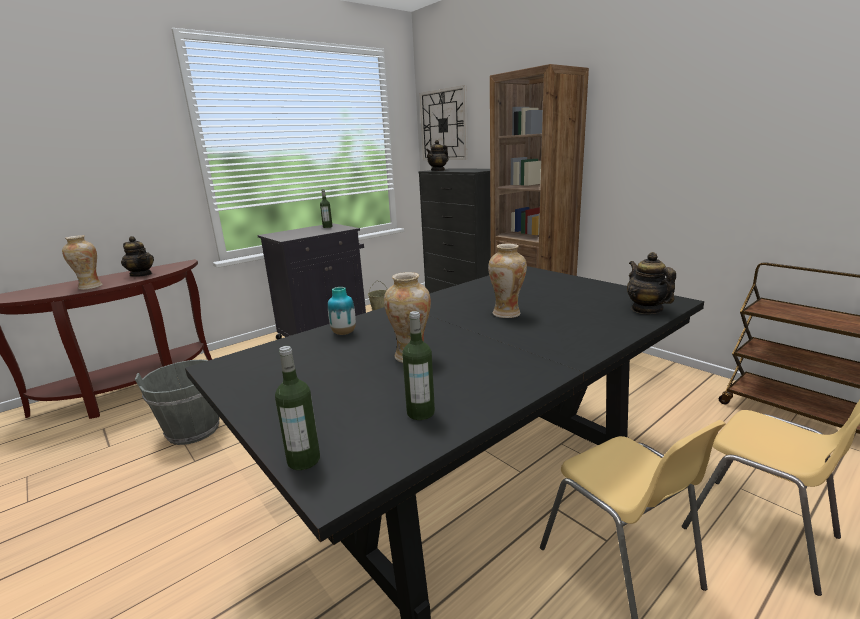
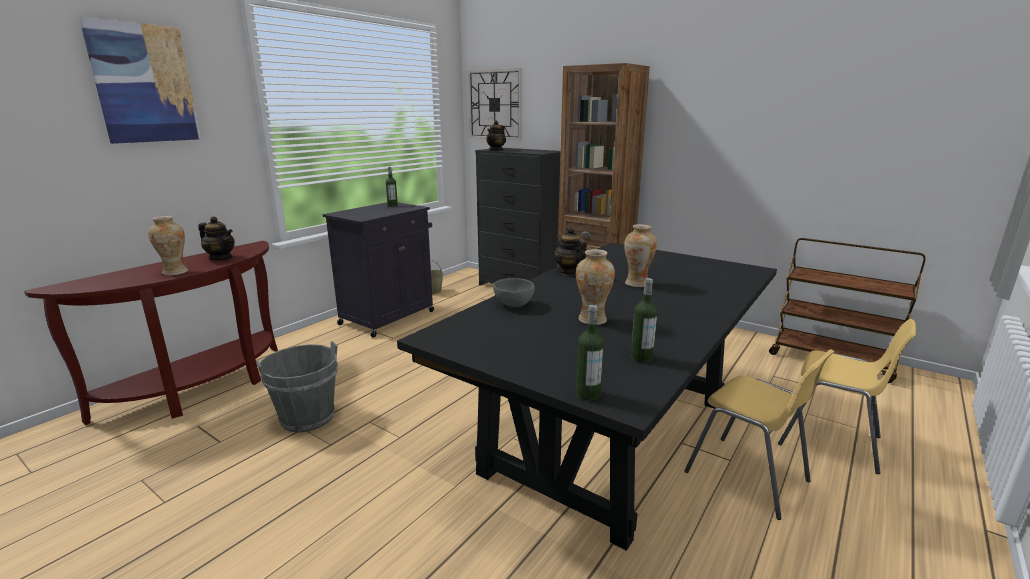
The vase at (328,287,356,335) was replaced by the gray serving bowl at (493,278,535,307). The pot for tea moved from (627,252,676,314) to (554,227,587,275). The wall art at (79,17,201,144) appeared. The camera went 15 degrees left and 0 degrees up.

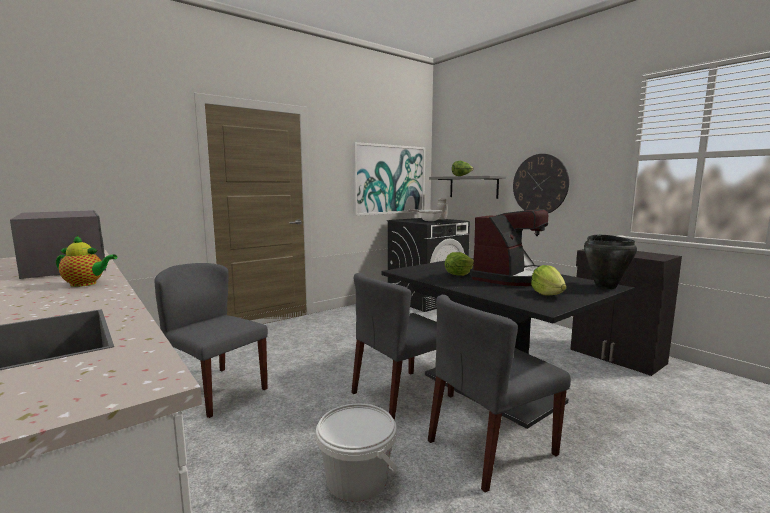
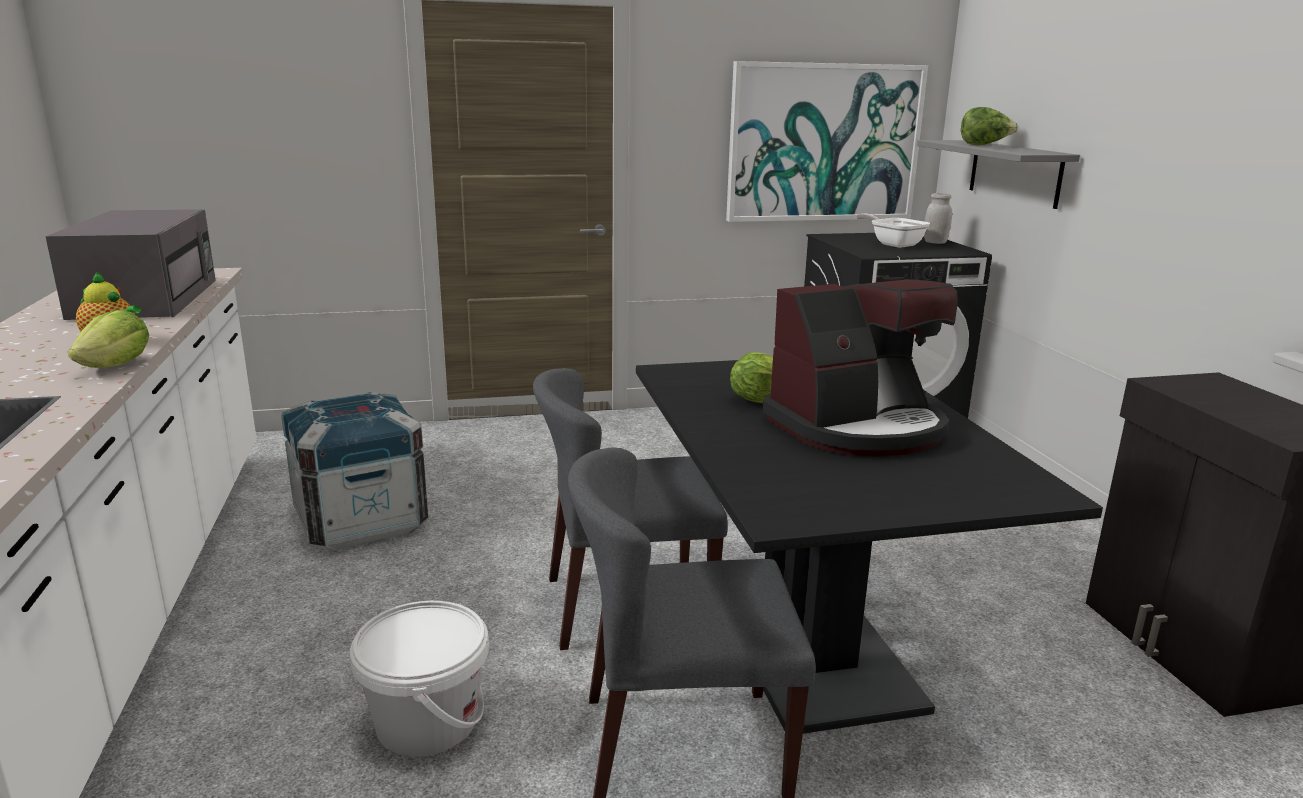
The gray plain chair at (155,263,268,418) was replaced by the shipping crate at (281,392,428,551). The wall clock at (513,154,569,213) disappeared. The lettuce moved from (531,265,567,296) to (68,310,149,368). The black-coloured stockpot at (584,234,637,289) disappeared. The camera went 25 degrees right and 10 degrees up.

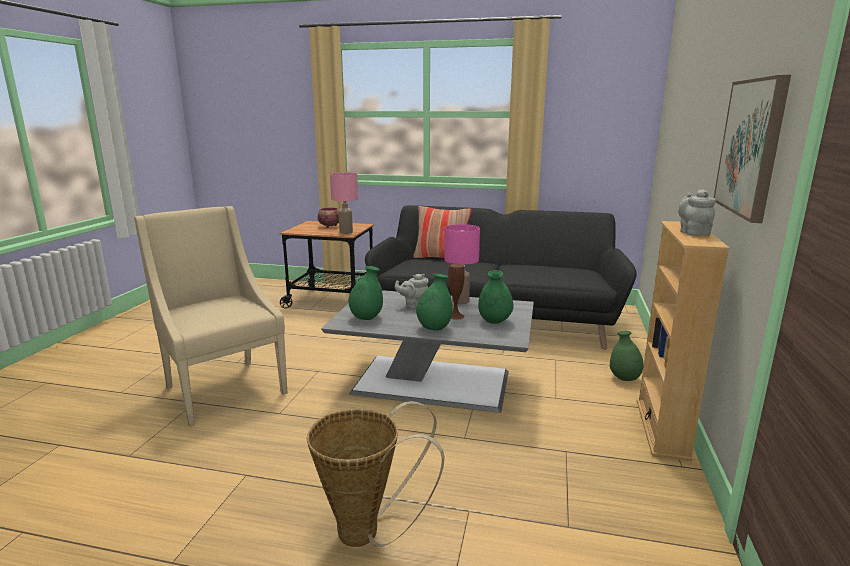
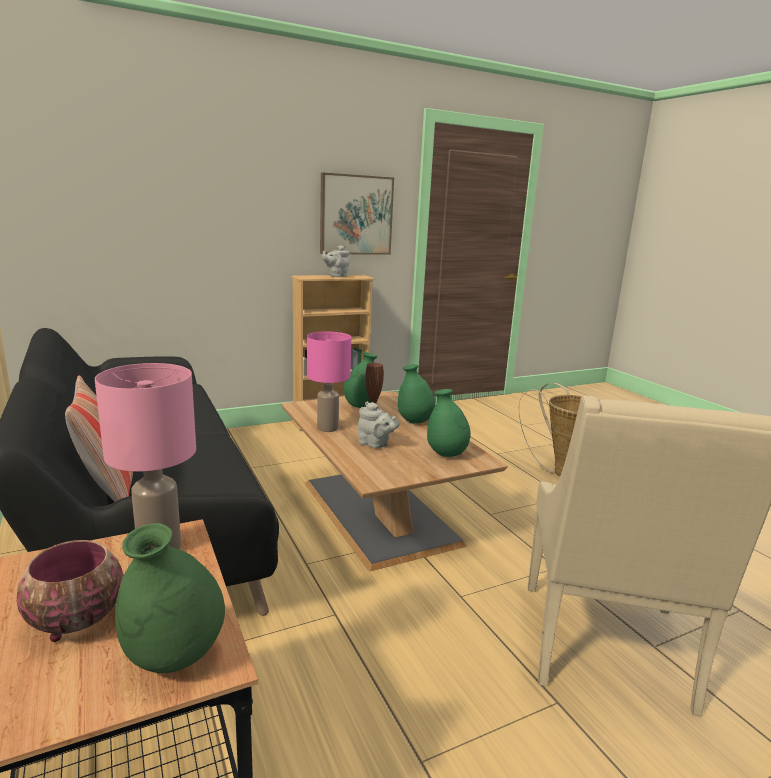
The gray coffee table at (321,290,534,413) became the brown coffee table at (281,391,508,571). The greenish vase moved from (610,331,644,381) to (115,523,225,673). The camera went 130 degrees left and 0 degrees up.

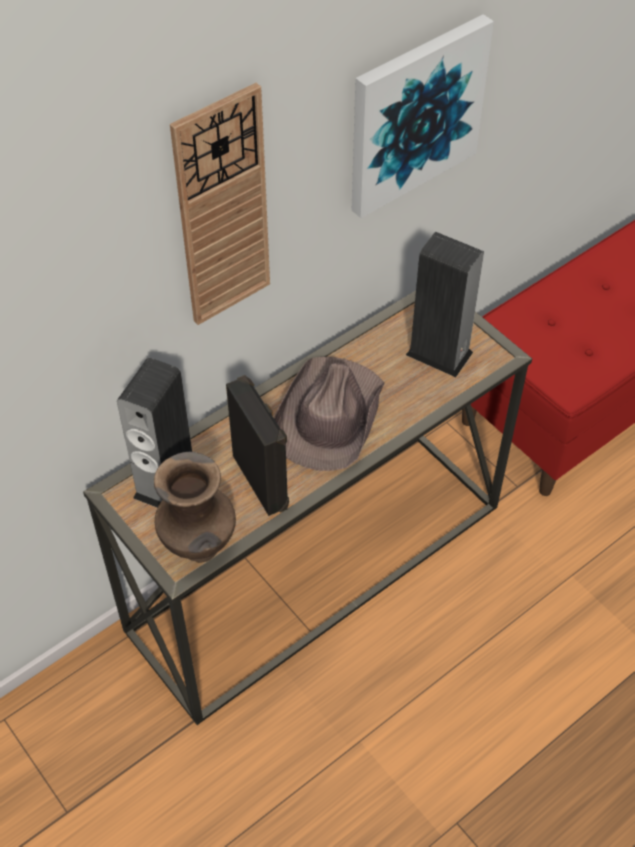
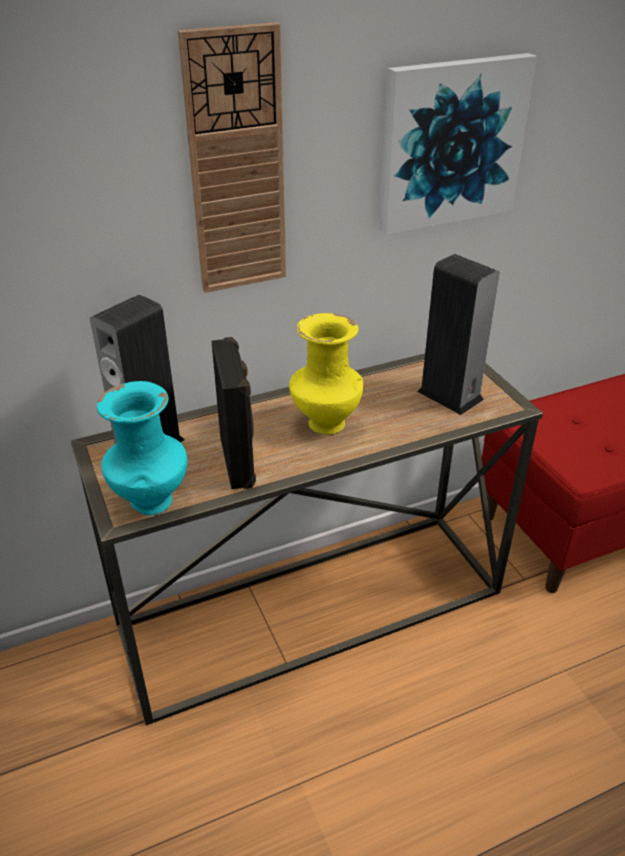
The brown vase at (154,452,236,563) became the blue-green vase at (97,381,188,515). The brown clothing hat at (274,357,385,471) was replaced by the yellow vase at (289,313,364,435). The camera went 15 degrees right and 15 degrees down.

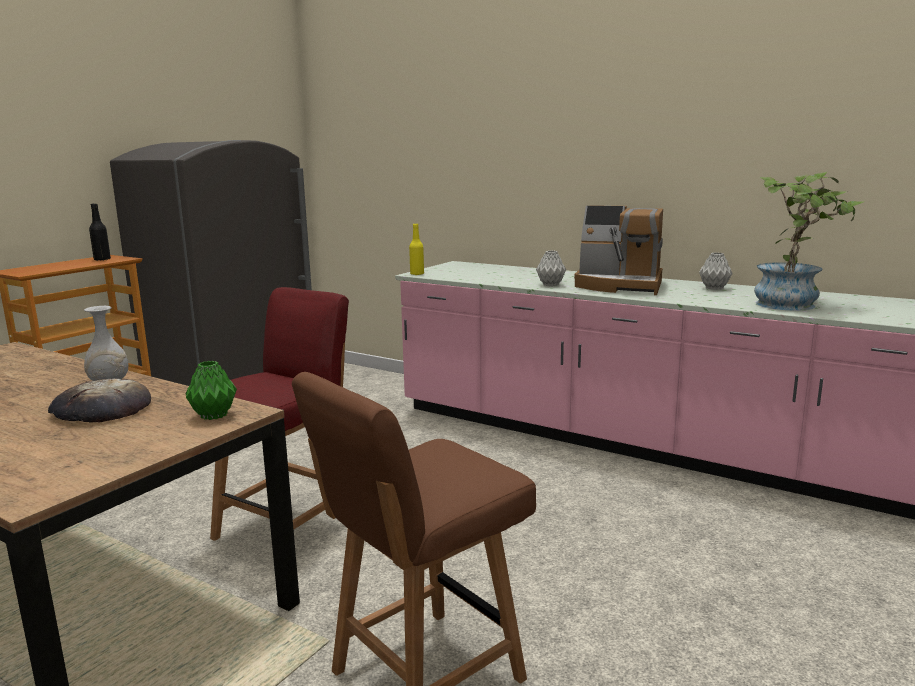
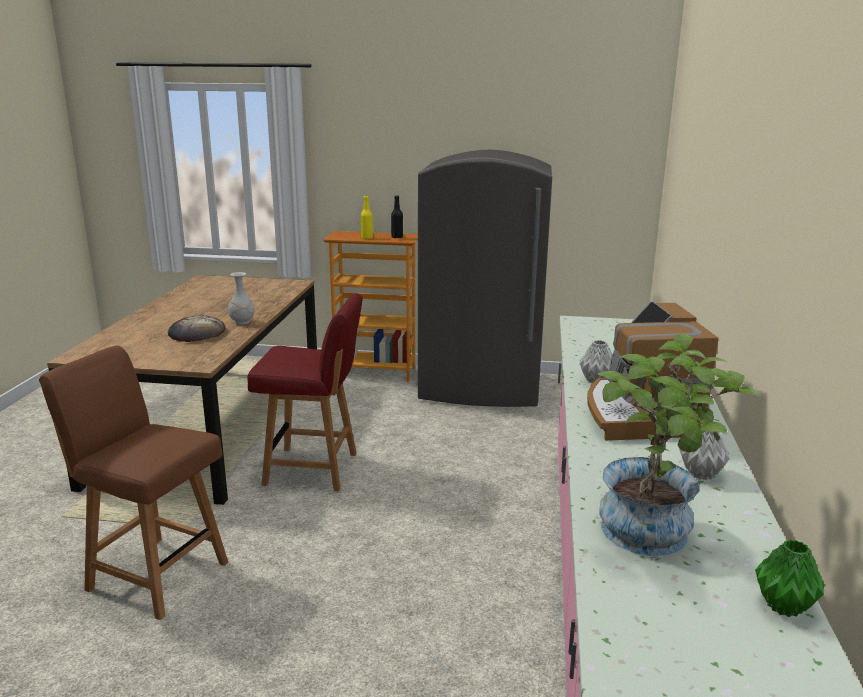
The greenish vase moved from (186,361,237,420) to (755,540,825,617). The yellow beverage bottle moved from (409,223,424,275) to (361,196,373,239). The camera went 65 degrees right and 5 degrees up.

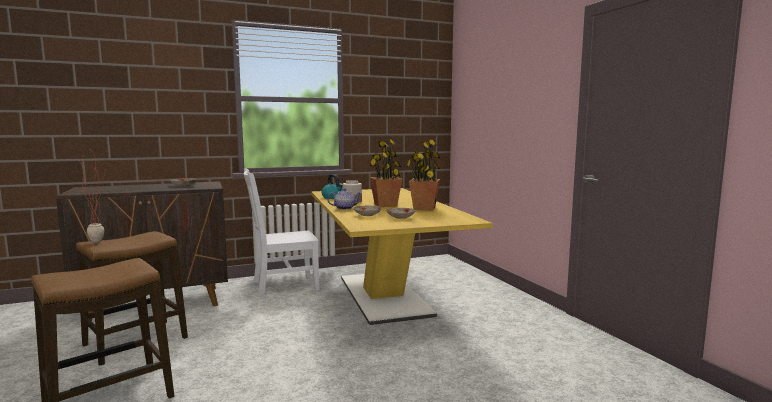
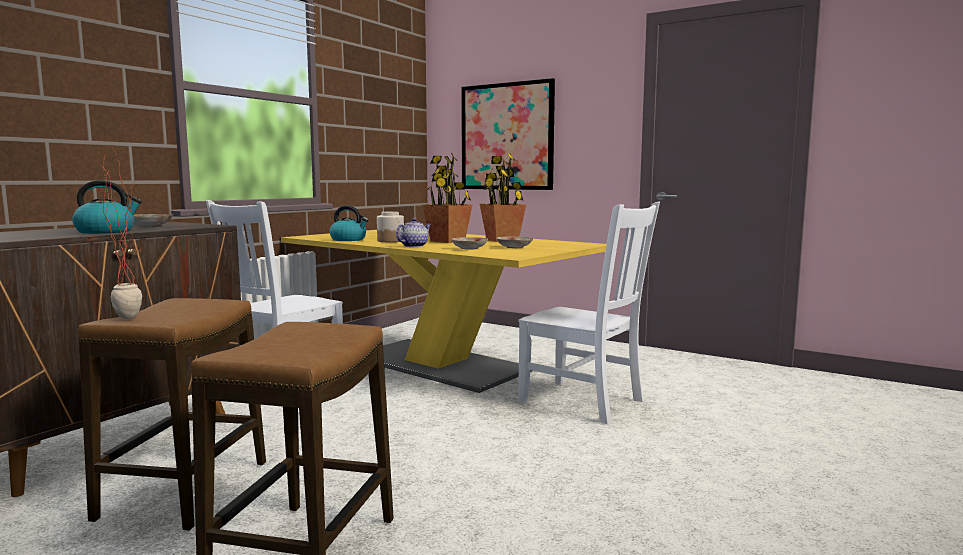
The tea kettle at (72,180,142,234) appeared. The wall art at (461,78,555,190) appeared. The white plain chair at (518,202,660,425) appeared. The camera went 35 degrees left and 0 degrees up.

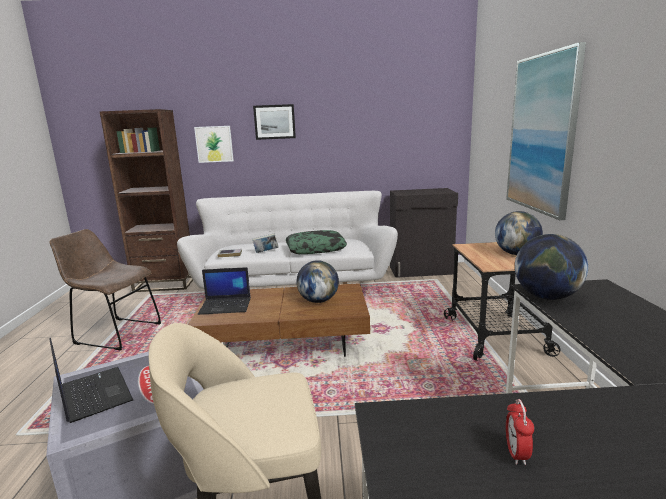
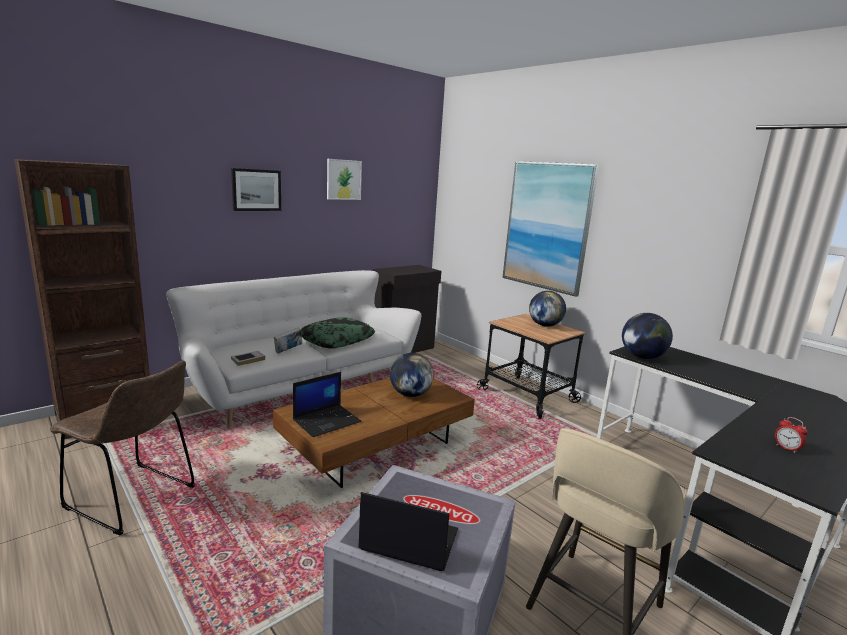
The brown plain chair at (49,229,161,350) turned 135 degrees counterclockwise. The wall art moved from (194,126,234,163) to (327,159,362,200). The camera went 40 degrees left and 0 degrees up.

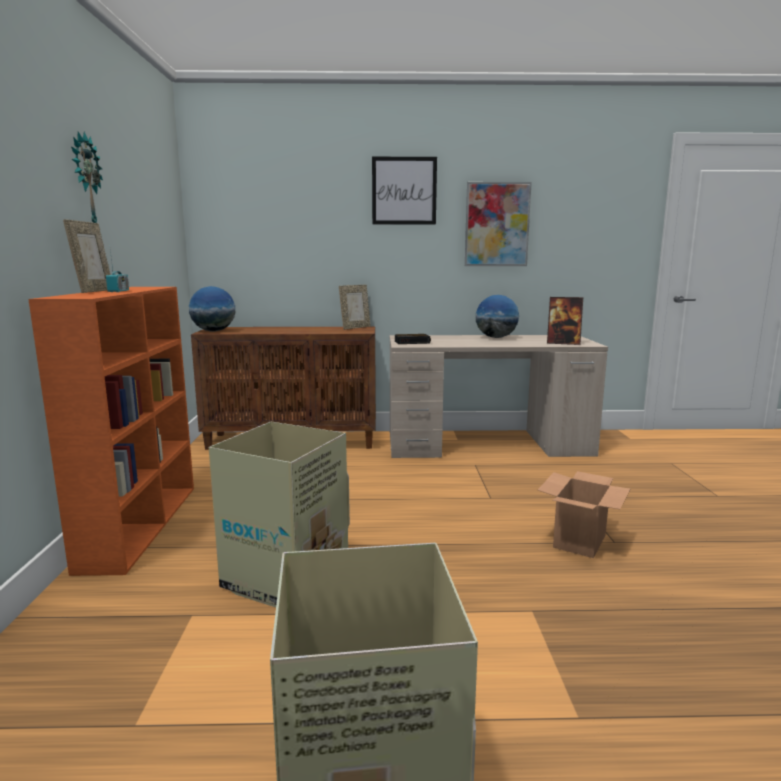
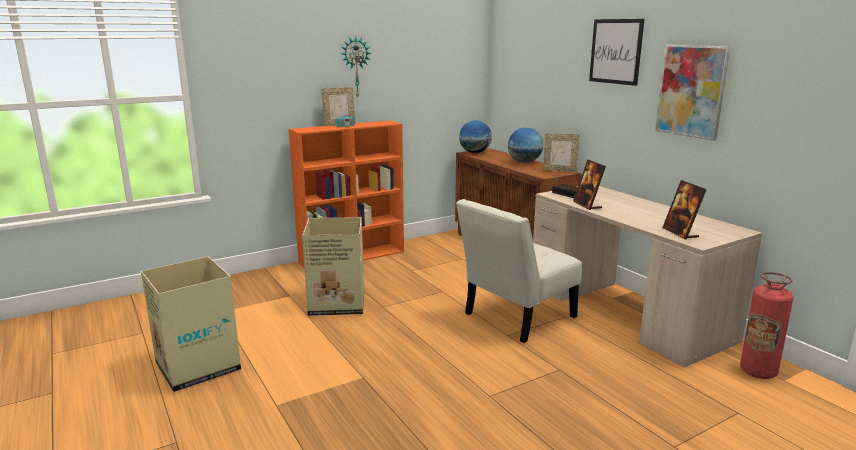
The globe moved from (476,295,519,338) to (508,128,543,163). The packing box at (538,471,630,558) disappeared. The white plain chair at (456,199,582,343) appeared. The photo frame at (573,159,606,210) appeared. The fire-fighting cylinder at (740,272,794,379) appeared. The camera went 60 degrees right and 5 degrees up.

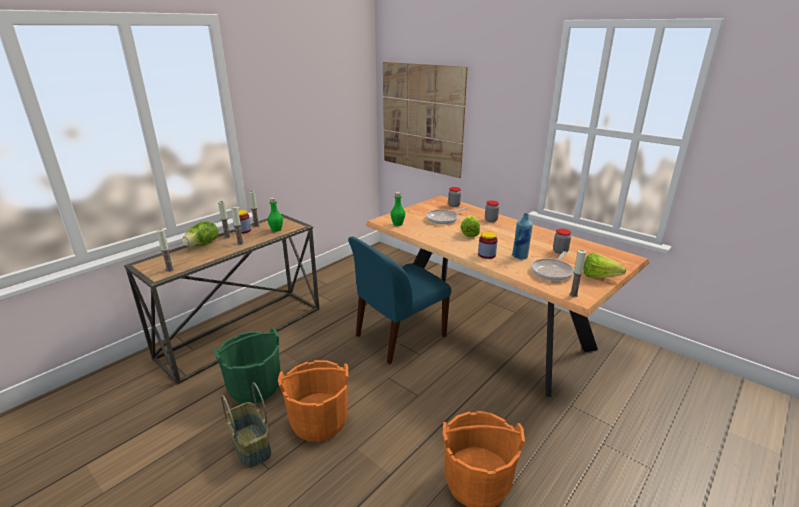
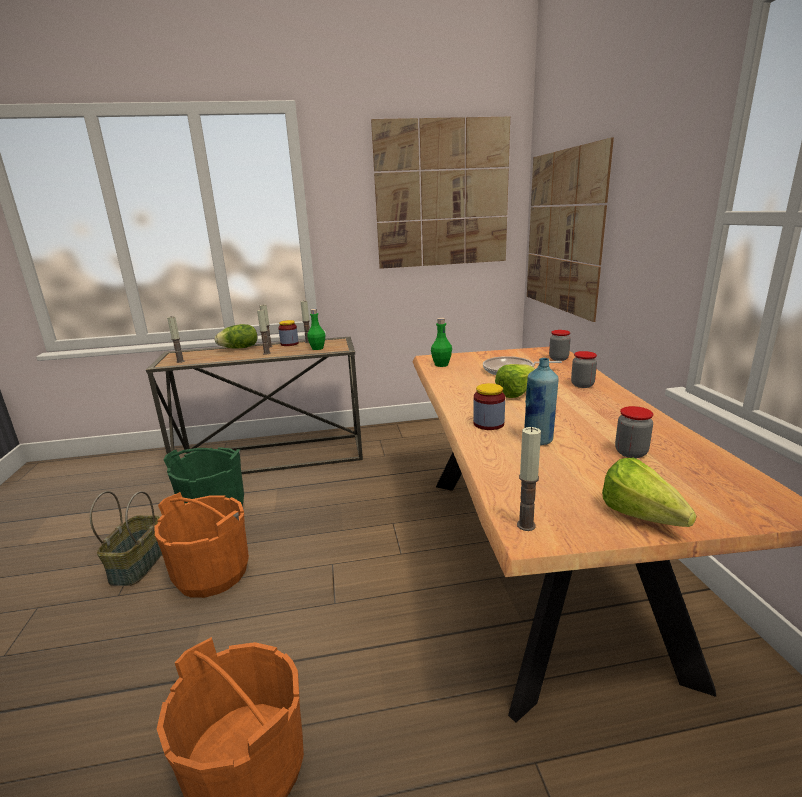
The blue-coloured plain chair at (348,237,451,364) disappeared. The frying pan at (531,251,574,281) disappeared. The wall art at (371,117,510,269) appeared. The camera went 40 degrees right and 5 degrees down.

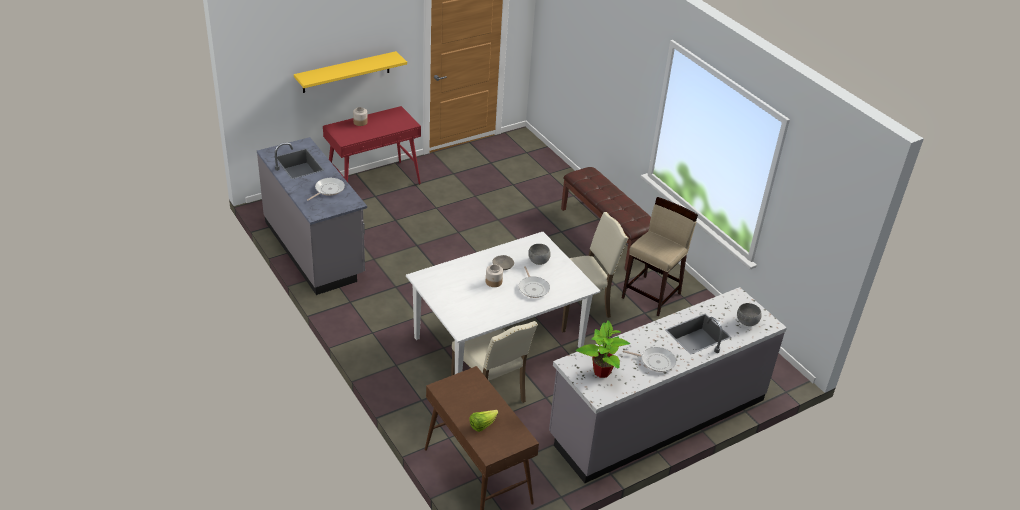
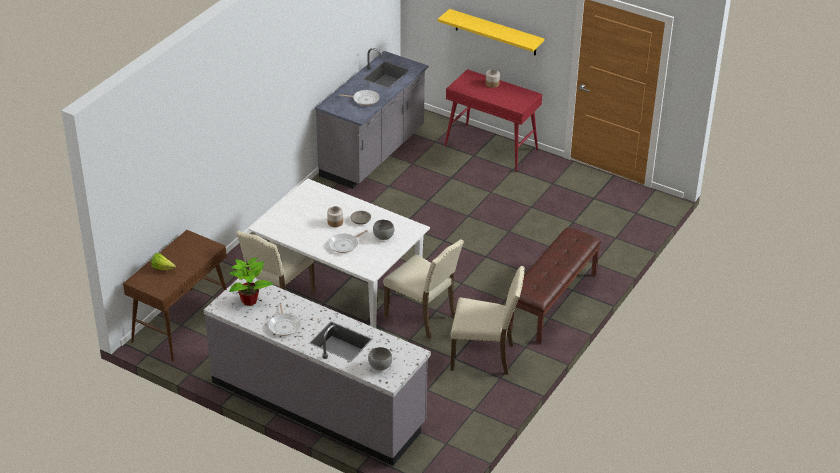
The sand-coloured stool at (622,197,698,316) was replaced by the sand-coloured plain chair at (450,266,525,375). The camera went 65 degrees right and 0 degrees up.

